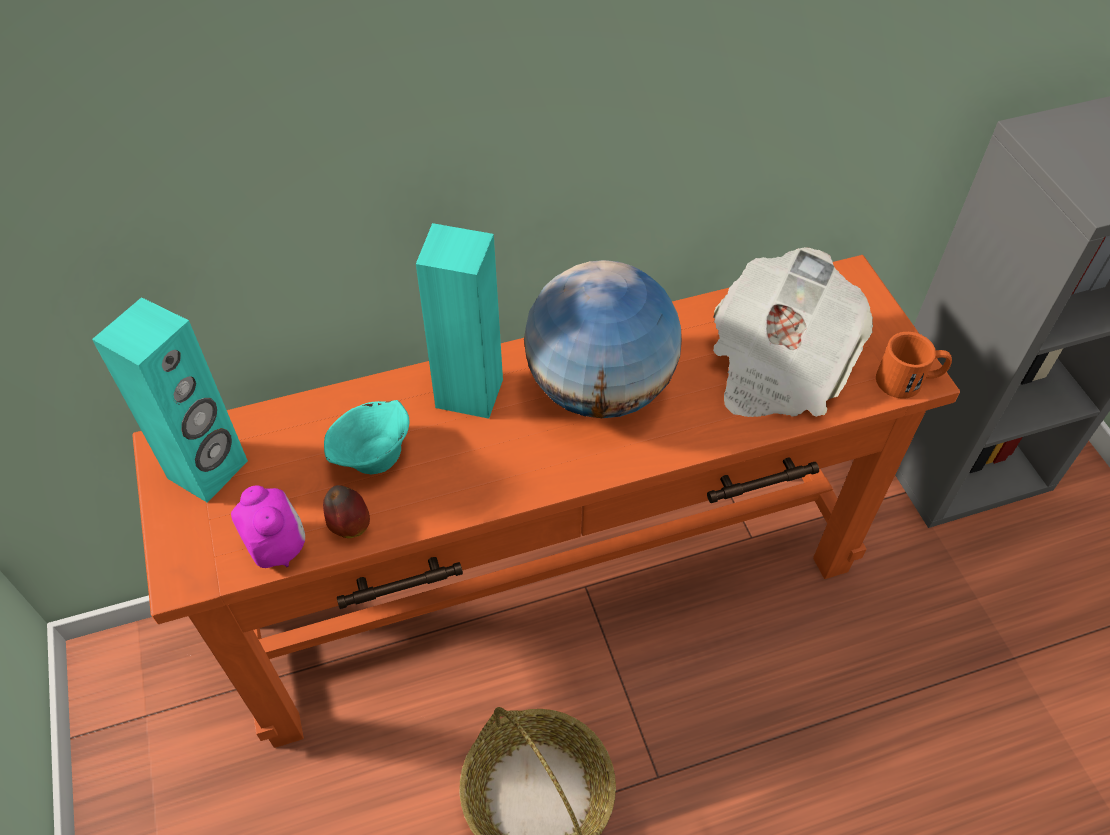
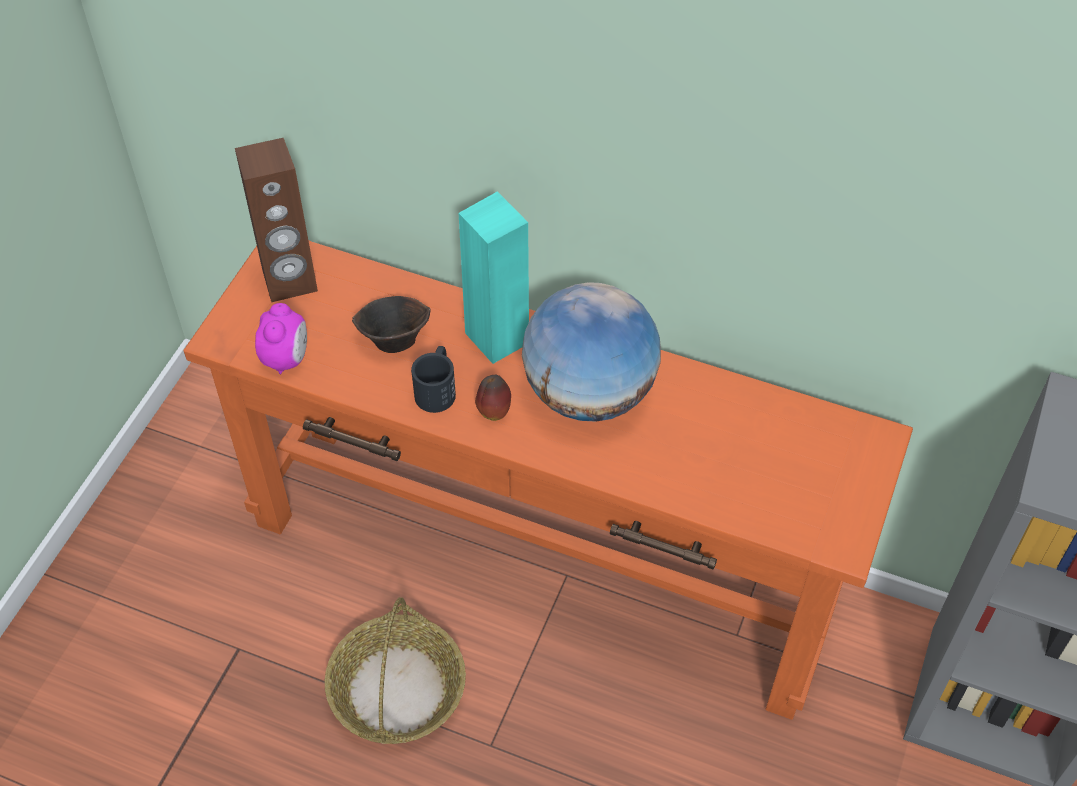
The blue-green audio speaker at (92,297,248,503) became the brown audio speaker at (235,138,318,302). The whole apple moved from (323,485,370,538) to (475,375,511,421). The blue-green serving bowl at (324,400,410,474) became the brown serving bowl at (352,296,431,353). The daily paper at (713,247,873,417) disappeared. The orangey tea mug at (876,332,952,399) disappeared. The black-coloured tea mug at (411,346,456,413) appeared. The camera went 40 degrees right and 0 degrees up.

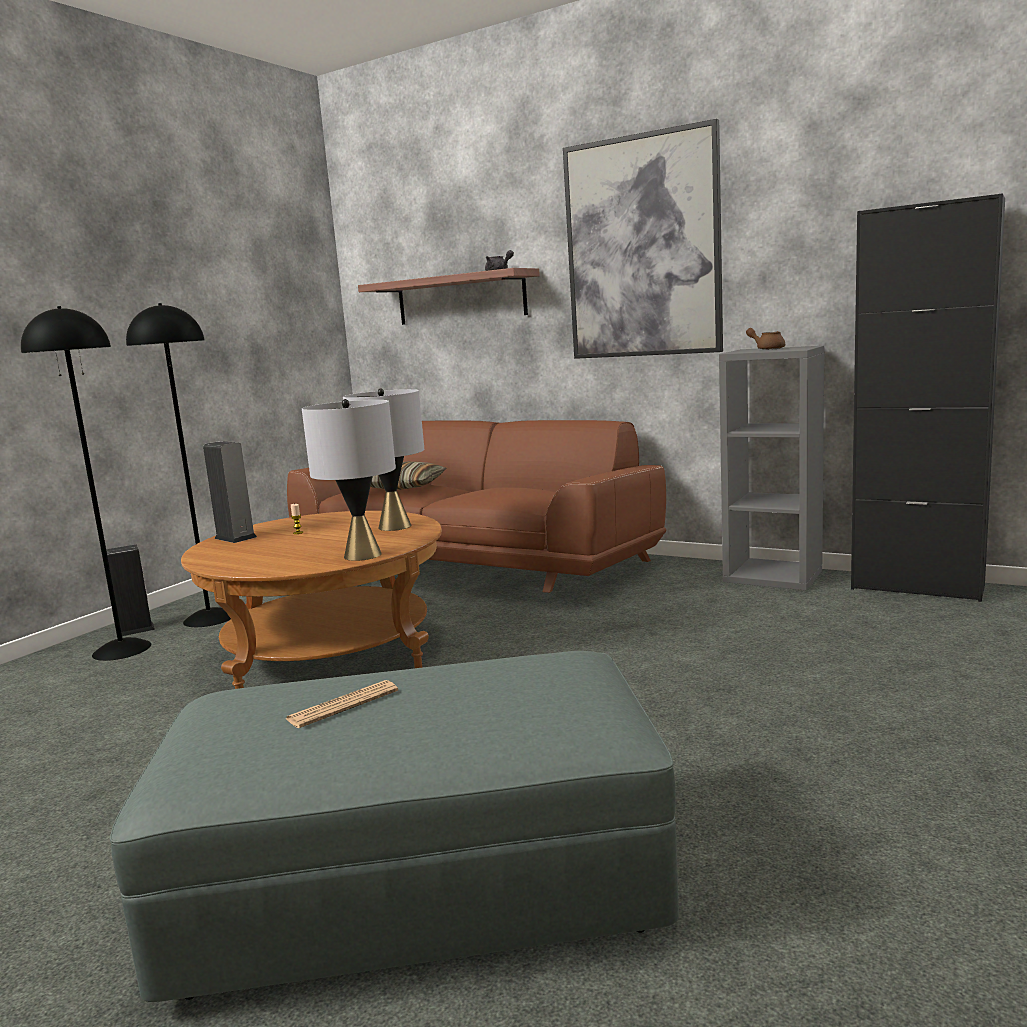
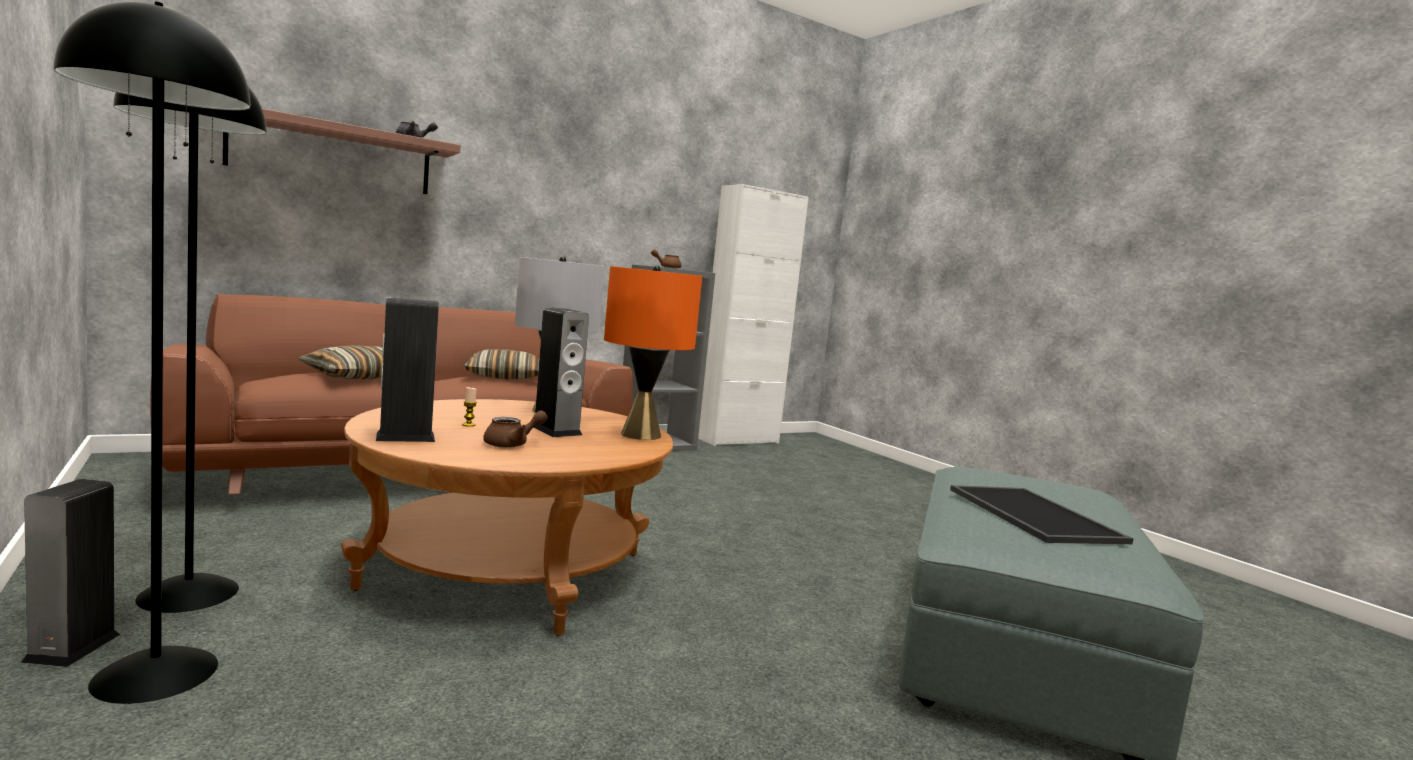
The daily paper at (286,680,398,728) was replaced by the serving tray at (950,485,1134,544). The gray tabletop lamp at (302,399,396,561) became the orangey tabletop lamp at (604,265,702,440). The wall art at (563,119,723,359) disappeared. The black-coloured cupboard at (851,193,1005,602) became the white cupboard at (698,184,809,446). The throw pillow at (463,349,539,379) appeared. The brown pot for tea at (483,411,548,448) appeared. The audio speaker at (533,307,589,437) appeared. The camera went 65 degrees left and 5 degrees down.

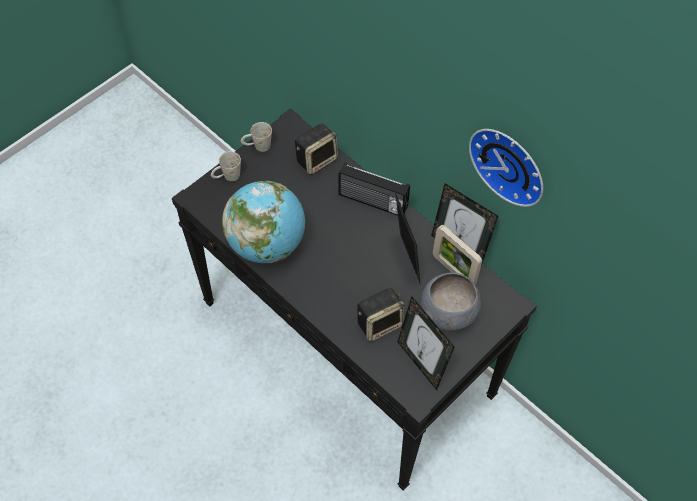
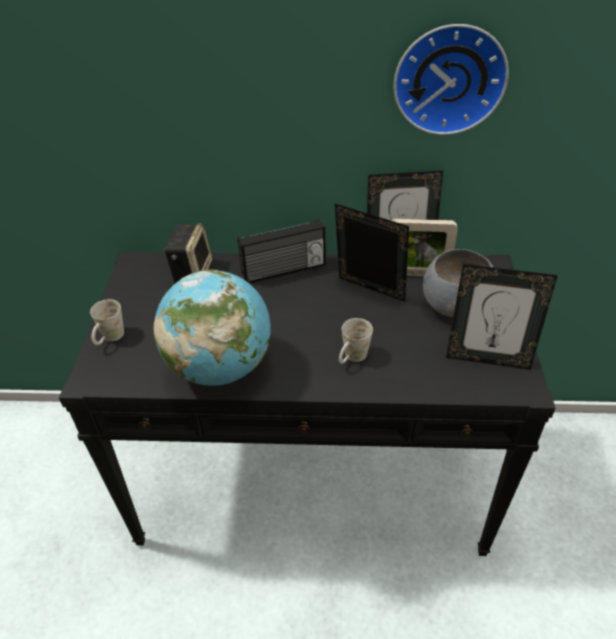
The white tea mug moved from (241,122,272,152) to (339,318,373,364). The audio speaker at (357,288,405,341) disappeared. The camera went 40 degrees left and 15 degrees down.

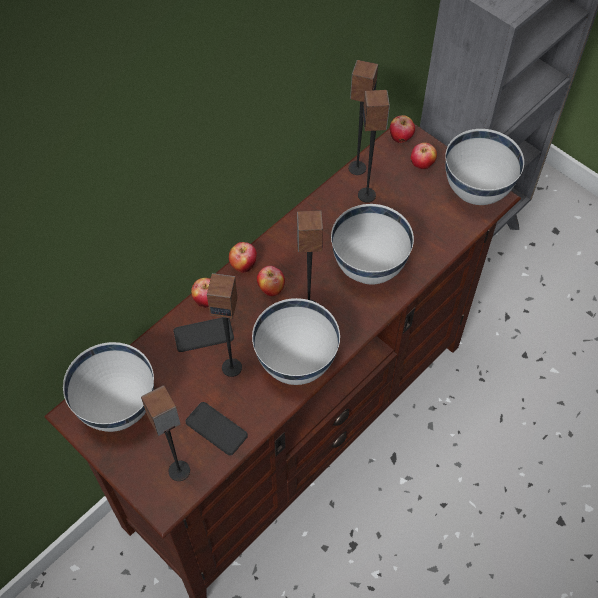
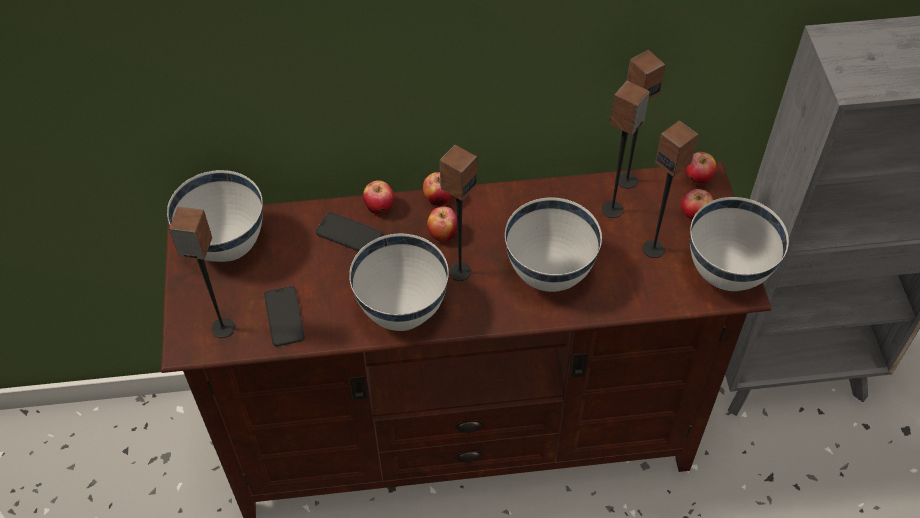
The audio speaker moved from (207,273,242,377) to (643,120,698,258). The camera went 40 degrees right and 5 degrees down.

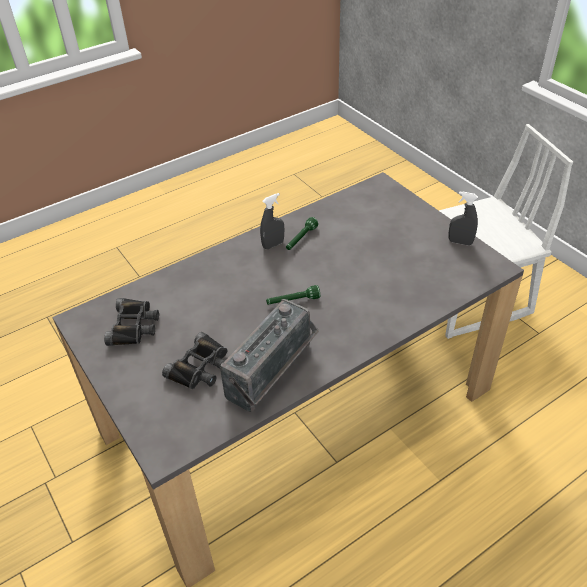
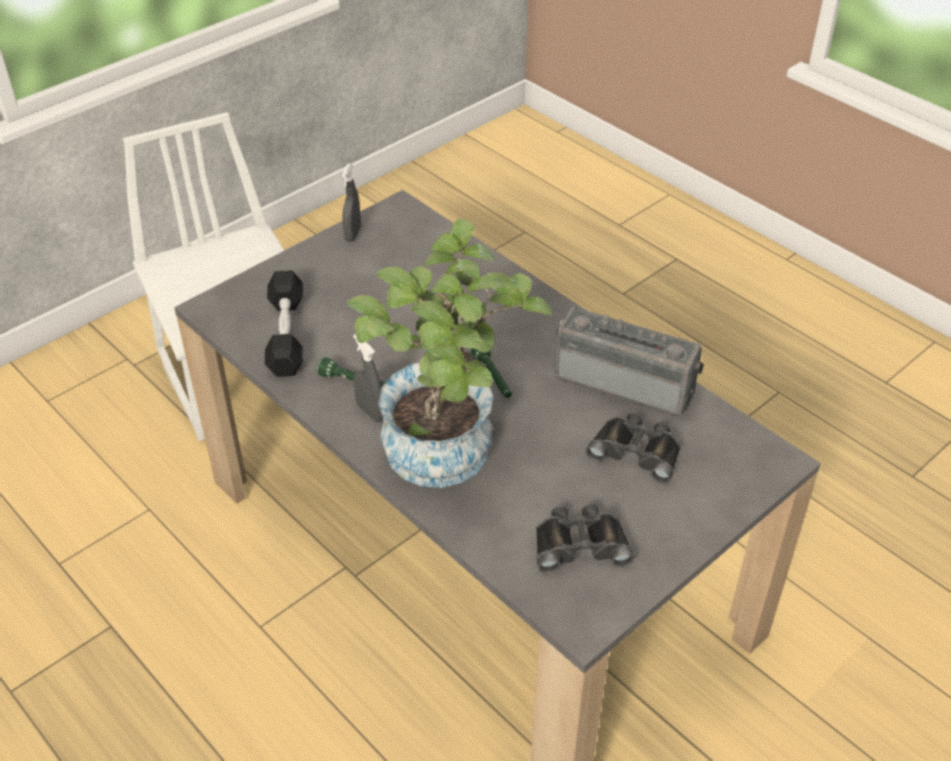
The black-coloured hand weight at (265,270,303,377) appeared. The plant in a pot at (347,219,553,488) appeared. The camera went 100 degrees left and 0 degrees up.

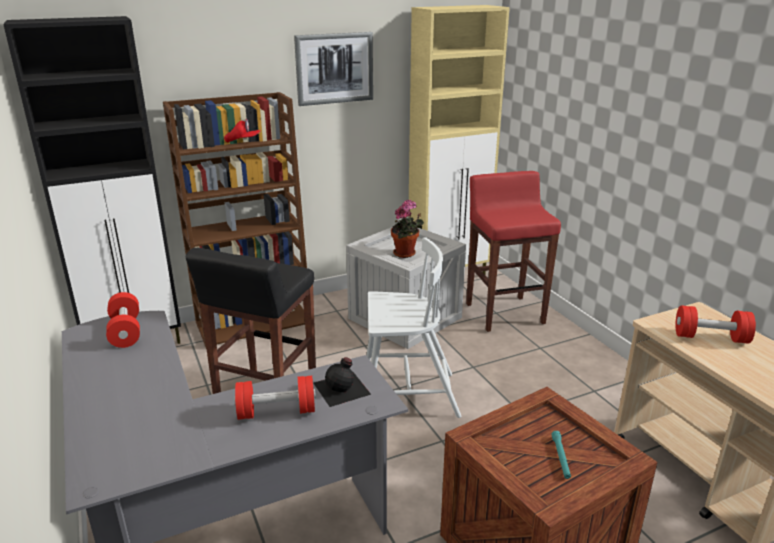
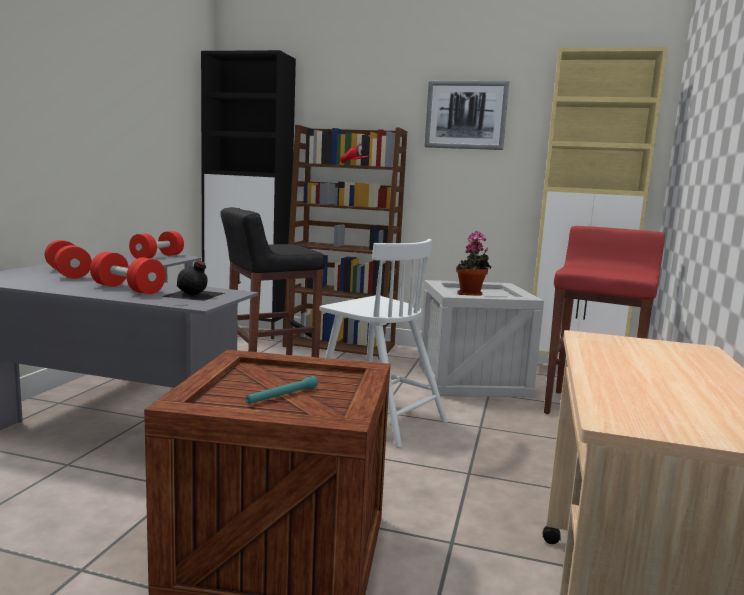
The red hand weight moved from (675,305,756,344) to (45,240,92,279). The camera went 40 degrees right and 15 degrees down.

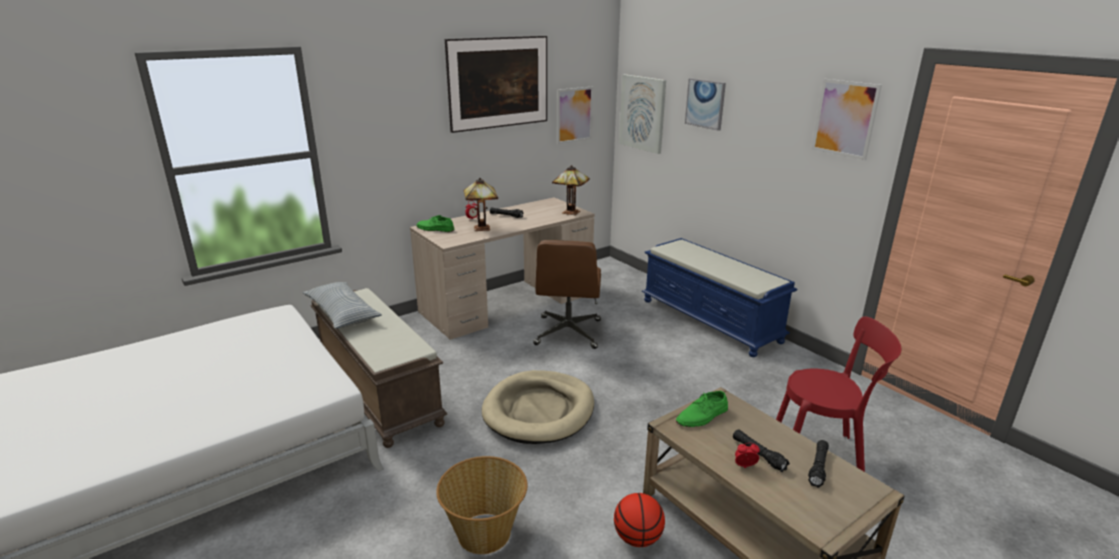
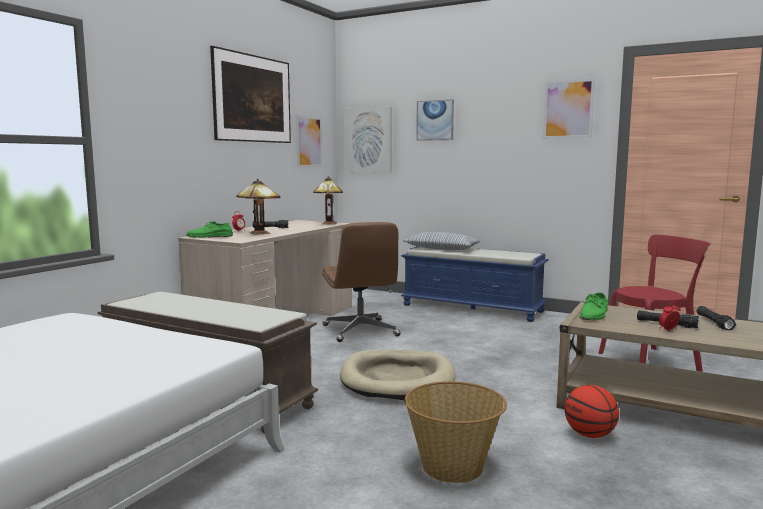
The throw pillow moved from (303,282,382,329) to (403,232,481,250). The camera went 25 degrees left and 15 degrees down.

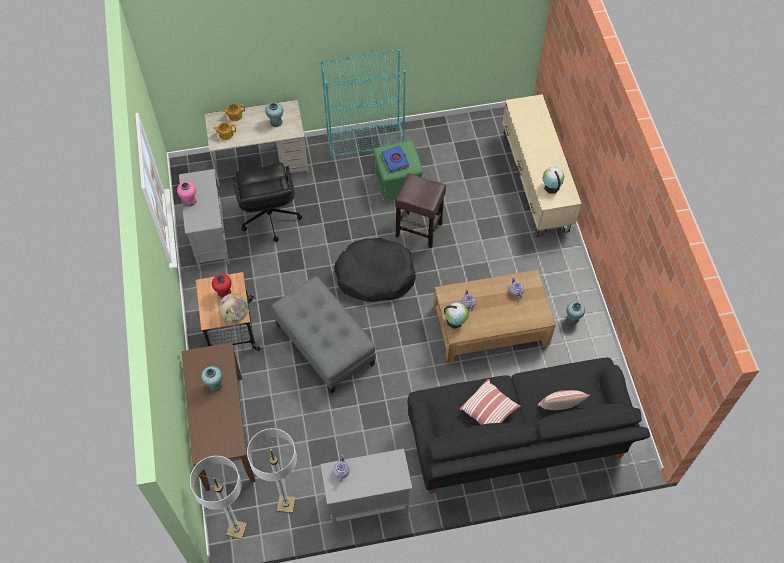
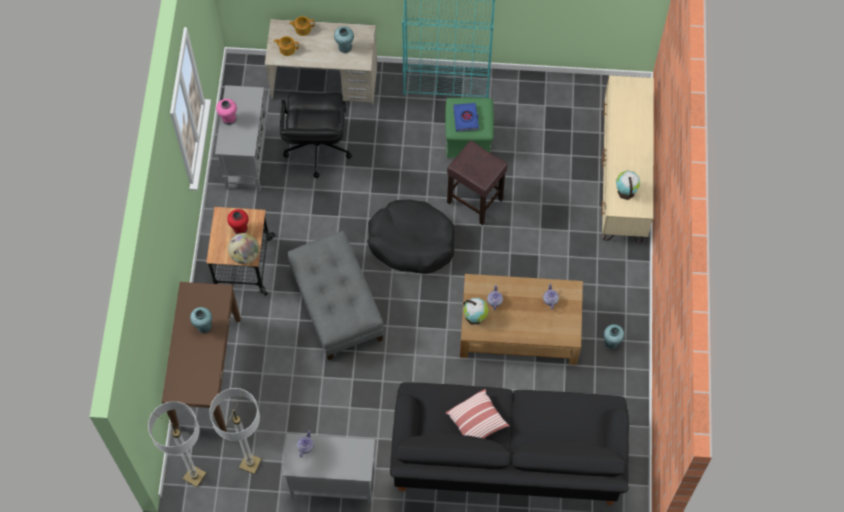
The throw pillow at (538,390,590,410) disappeared. The camera went 15 degrees right and 5 degrees up.

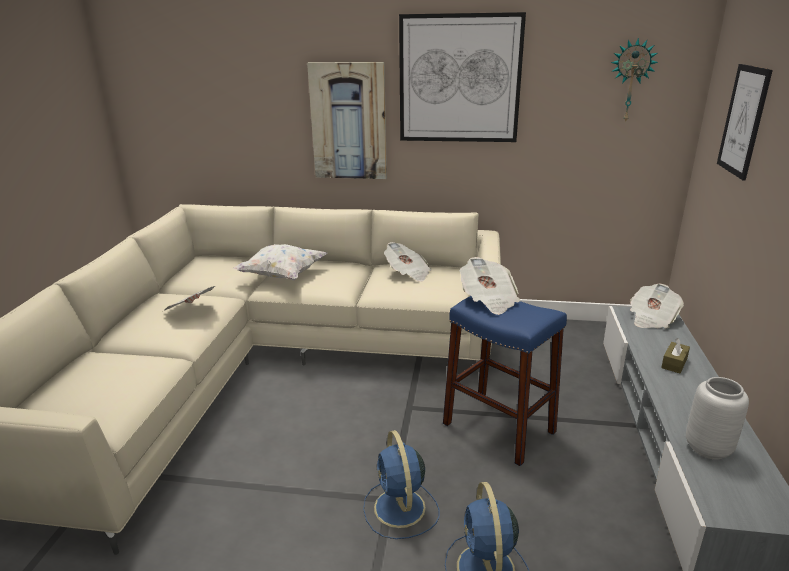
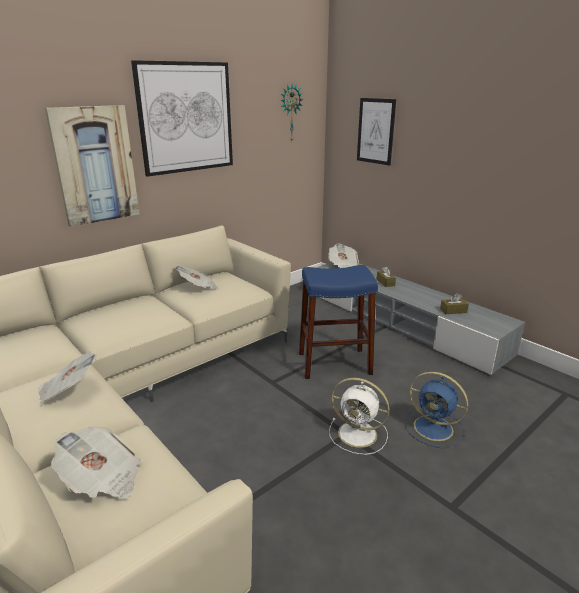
The white throw pillow at (233,244,328,280) disappeared. The blue-coloured electric fan at (363,430,439,539) became the white electric fan at (329,378,390,455). The daily paper moved from (460,257,521,315) to (51,427,141,499). The gray vase at (686,377,749,460) was replaced by the brown tissue box at (440,293,469,314). The camera went 50 degrees left and 0 degrees up.

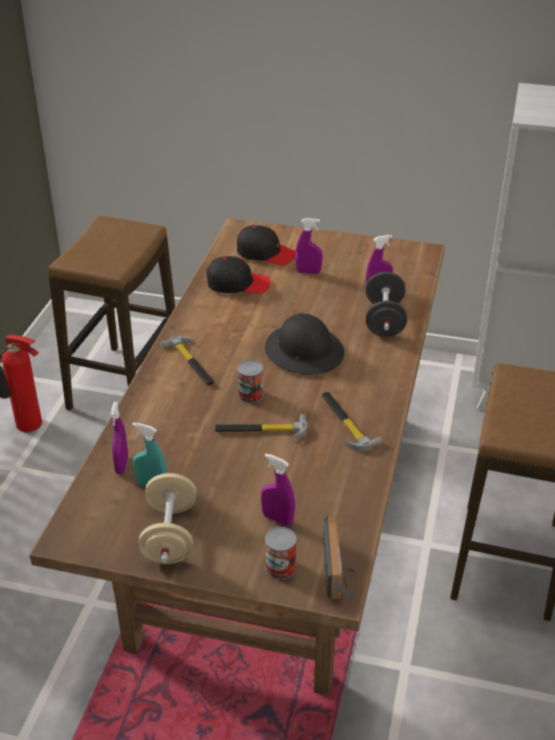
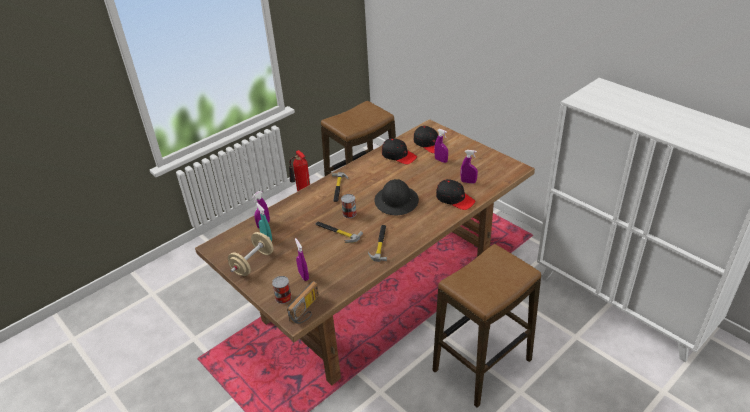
The black-coloured hand weight at (366,272,407,337) was replaced by the black-coloured cap at (436,179,475,210). The camera went 35 degrees right and 0 degrees up.

